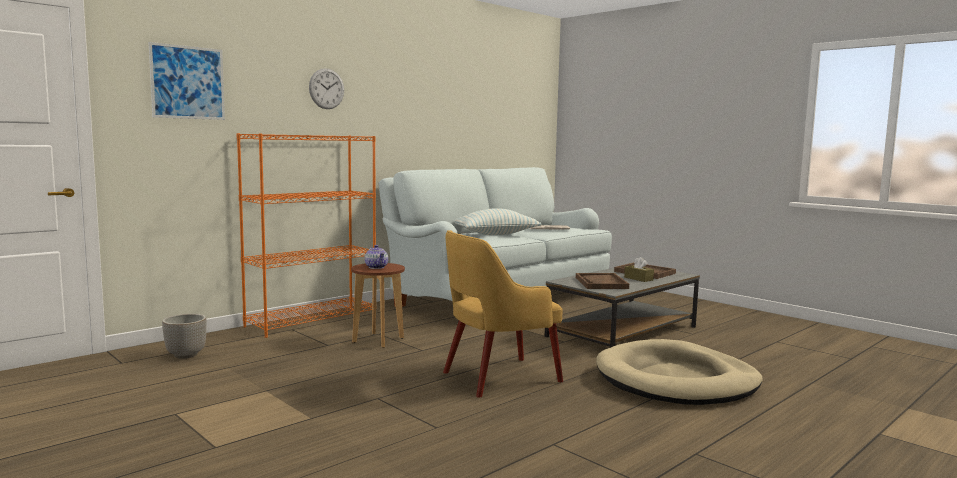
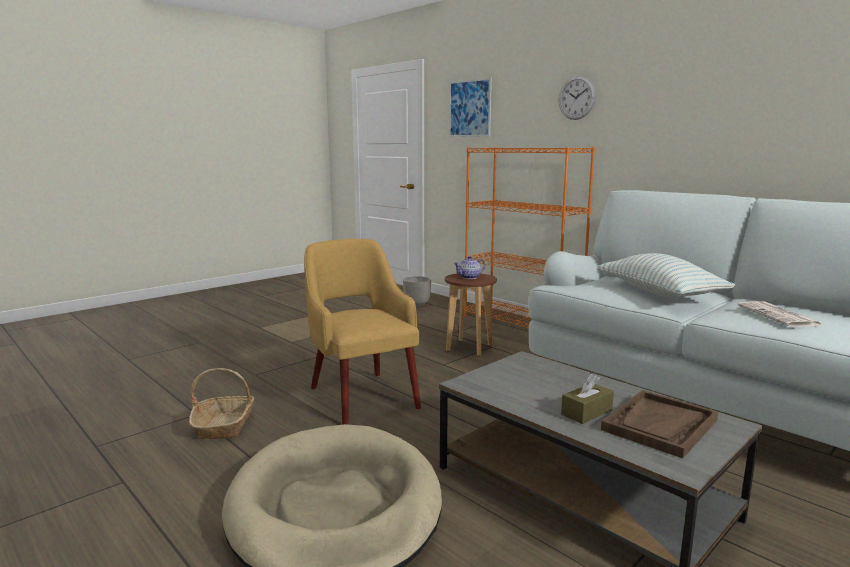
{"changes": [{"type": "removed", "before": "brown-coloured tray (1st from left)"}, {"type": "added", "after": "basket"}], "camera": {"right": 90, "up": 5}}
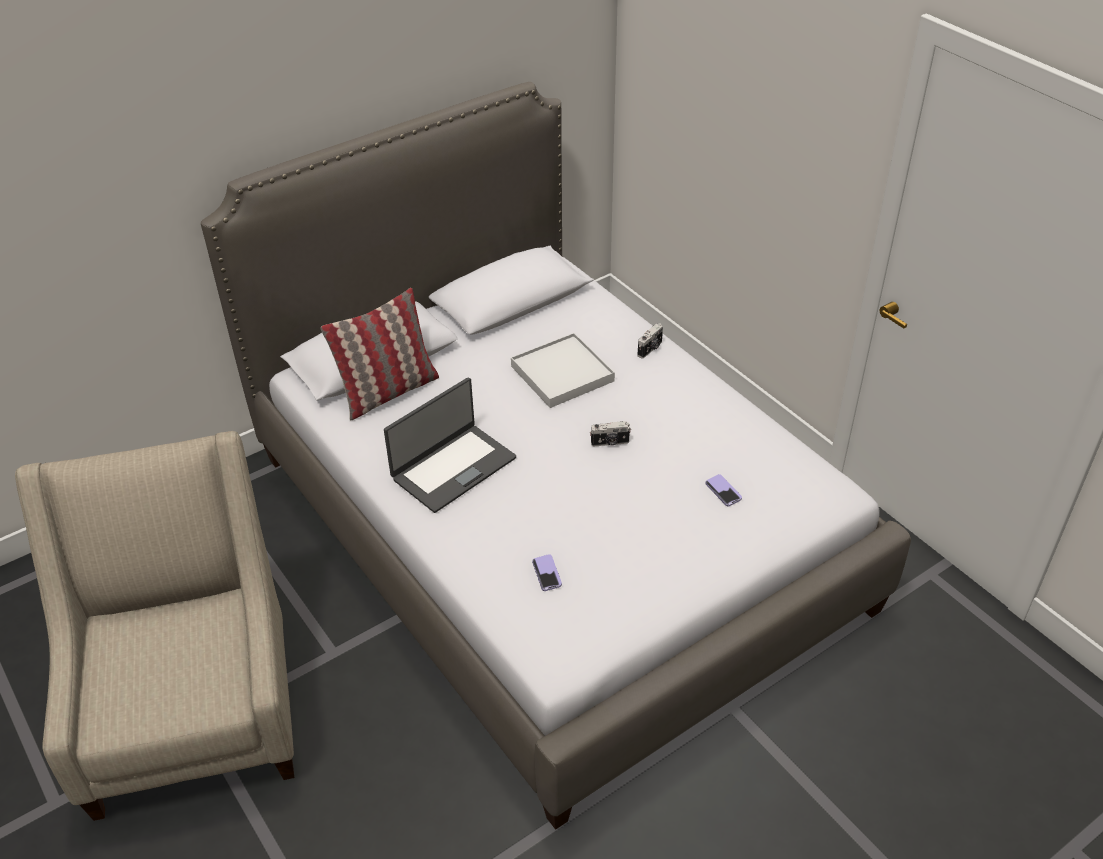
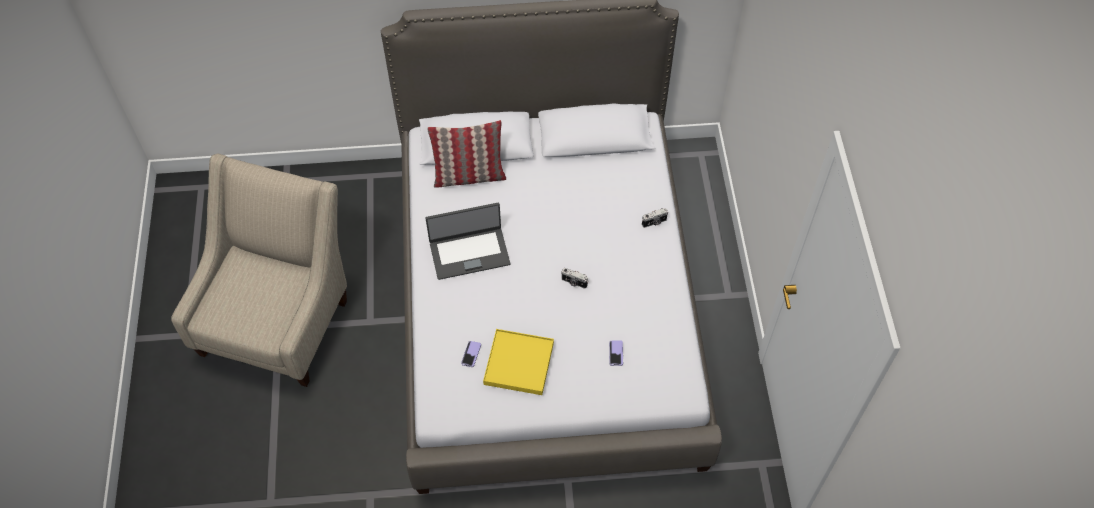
{"changes": [{"type": "removed", "before": "white-coloured tray"}, {"type": "added", "after": "yellow tray"}], "camera": {"right": 30, "up": 15}}
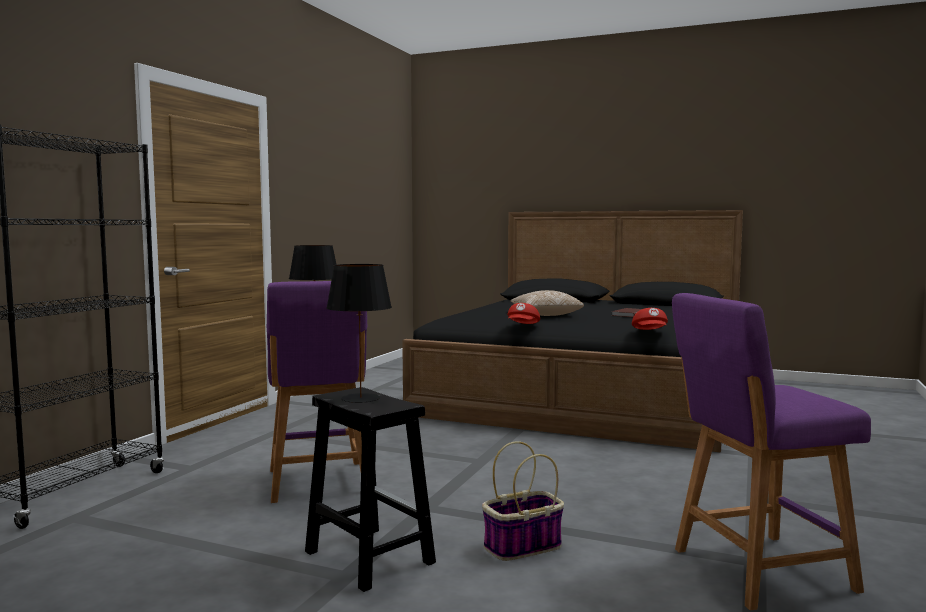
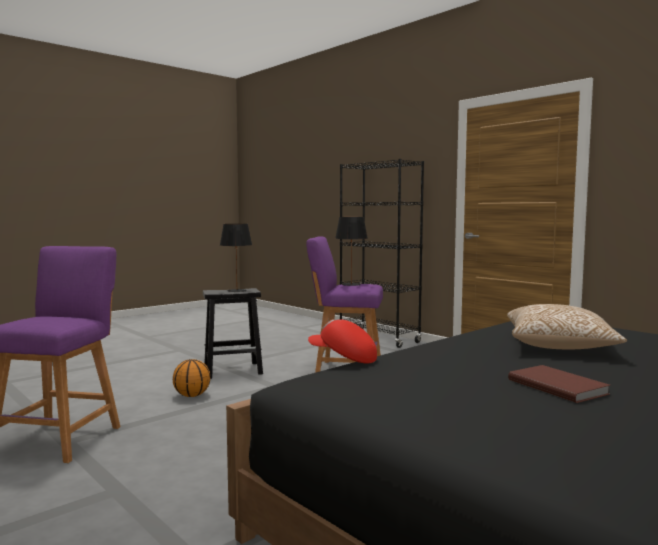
{"changes": [{"type": "removed", "before": "red cap (1st from left)"}, {"type": "replaced", "before": "basket", "after": "basketball ball"}], "camera": {"right": 115, "up": 0}}
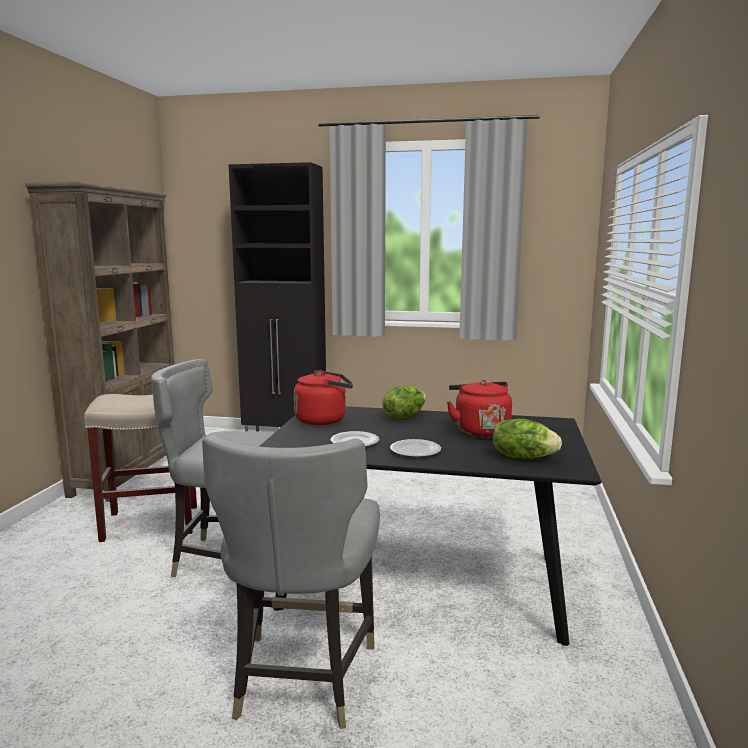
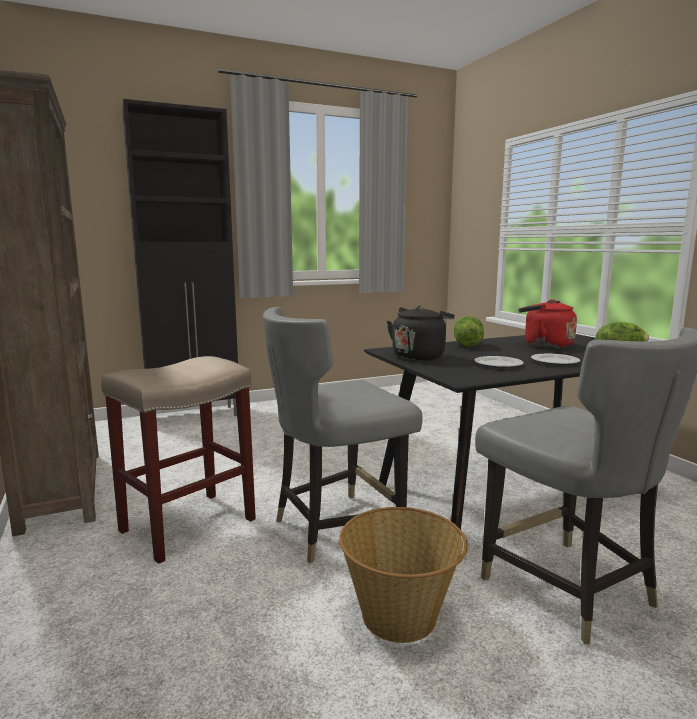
{"changes": [{"type": "recoloured", "before": "red tea kettle (1st from left)", "after": "blackish tea kettle"}, {"type": "added", "after": "basket"}], "camera": {"right": -35, "up": 0}}
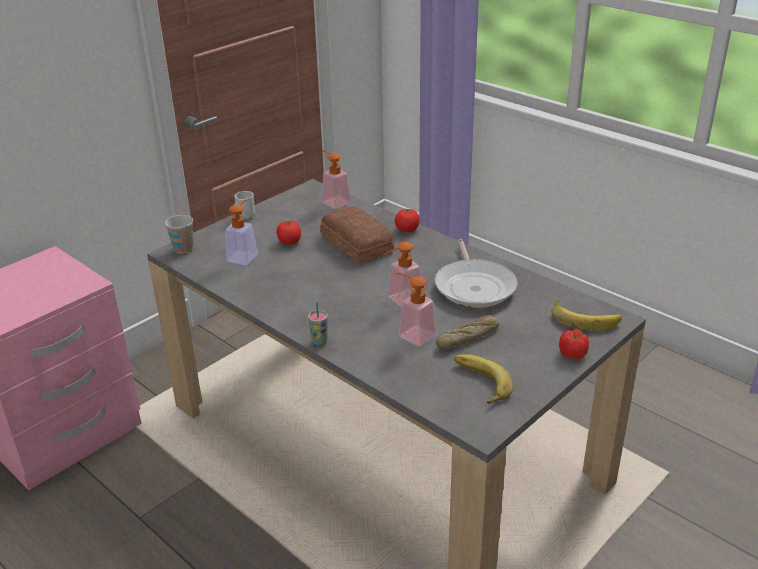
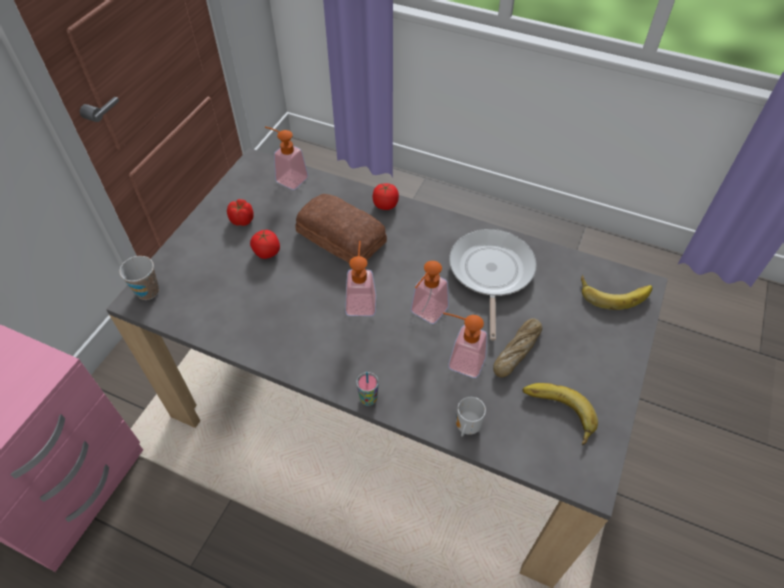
{"changes": [{"type": "moved", "before": "coffee mug"}, {"type": "moved", "before": "liquid soap bottle (1st from left in the first image)", "after": "liquid soap bottle (2nd from left)"}, {"type": "turned", "before": "skillet", "turn": -150}, {"type": "moved", "before": "fresh tomato (3rd from left in the first image)", "after": "fresh tomato (1st from left)"}], "camera": {"right": -20, "up": 20}}
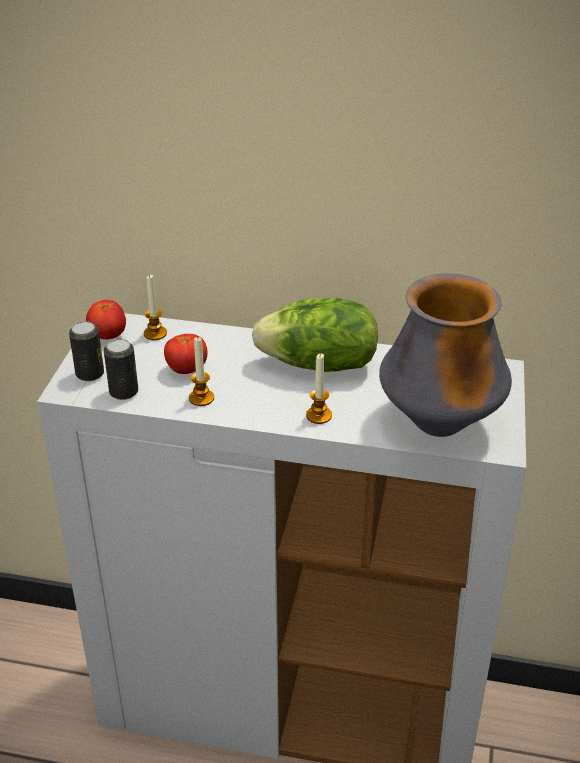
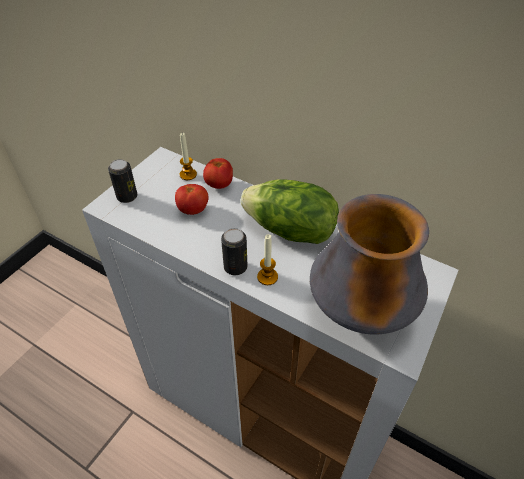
{"changes": [{"type": "moved", "before": "fresh tomato (1st from left in the first image)", "after": "fresh tomato (2nd from left)"}, {"type": "removed", "before": "wax light (2nd from left)"}, {"type": "moved", "before": "metal can (2nd from left)"}], "camera": {"right": 20, "up": 10}}
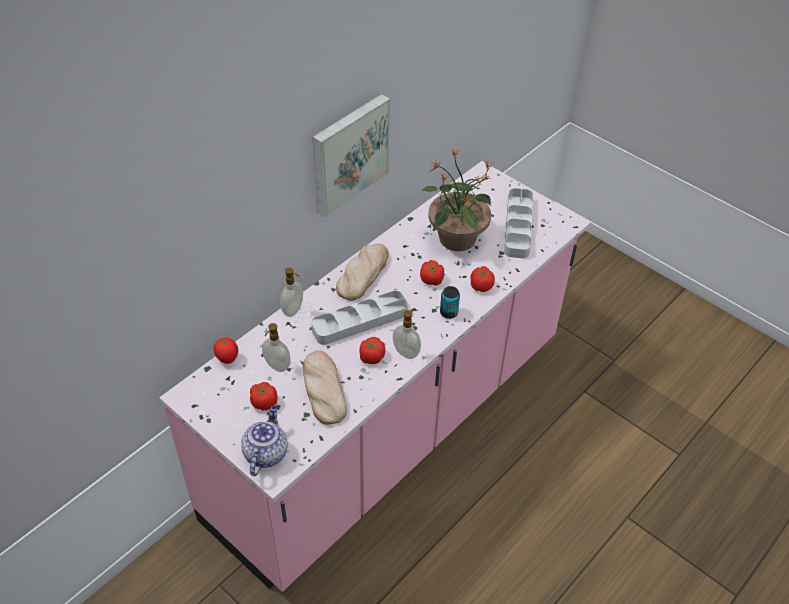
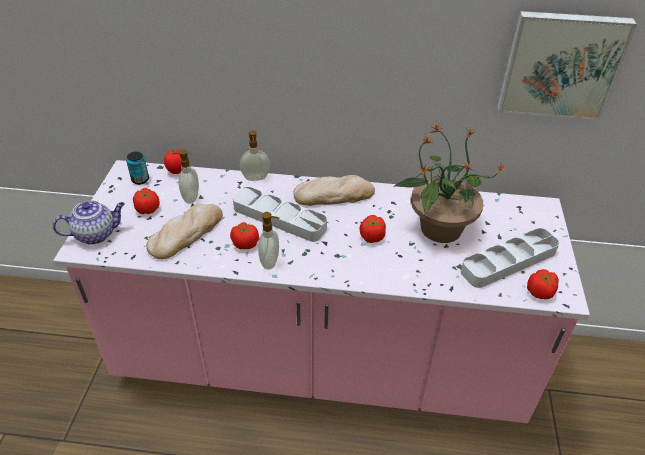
{"changes": [{"type": "moved", "before": "picture"}, {"type": "moved", "before": "fresh tomato (5th from left)"}, {"type": "moved", "before": "metal can"}], "camera": {"right": 55, "up": -5}}
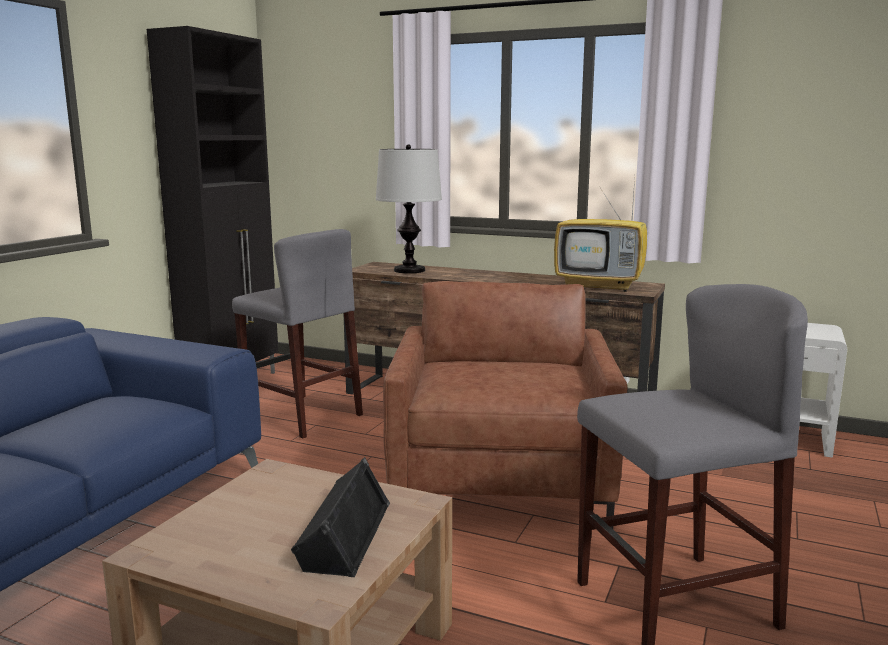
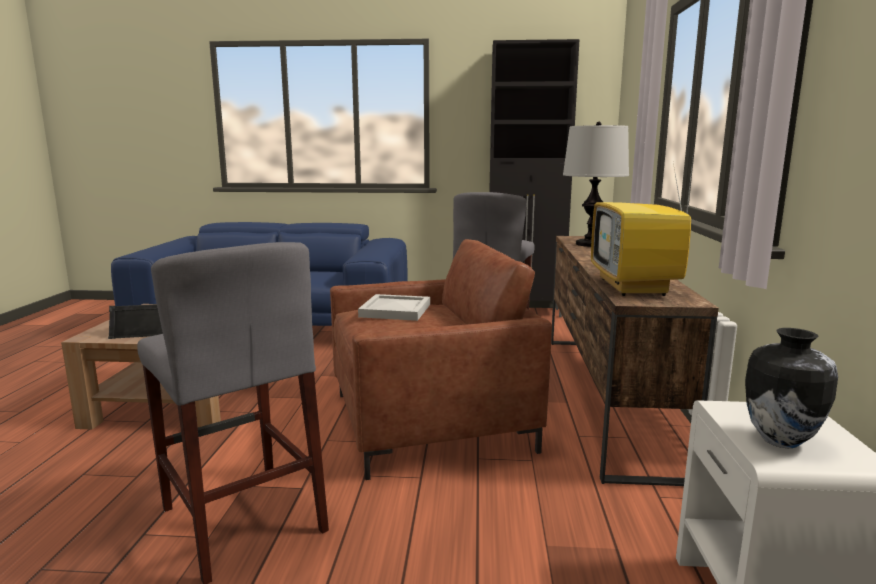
{"changes": [{"type": "added", "after": "white-coloured tray"}, {"type": "added", "after": "flower vase"}], "camera": {"right": 70, "up": 0}}
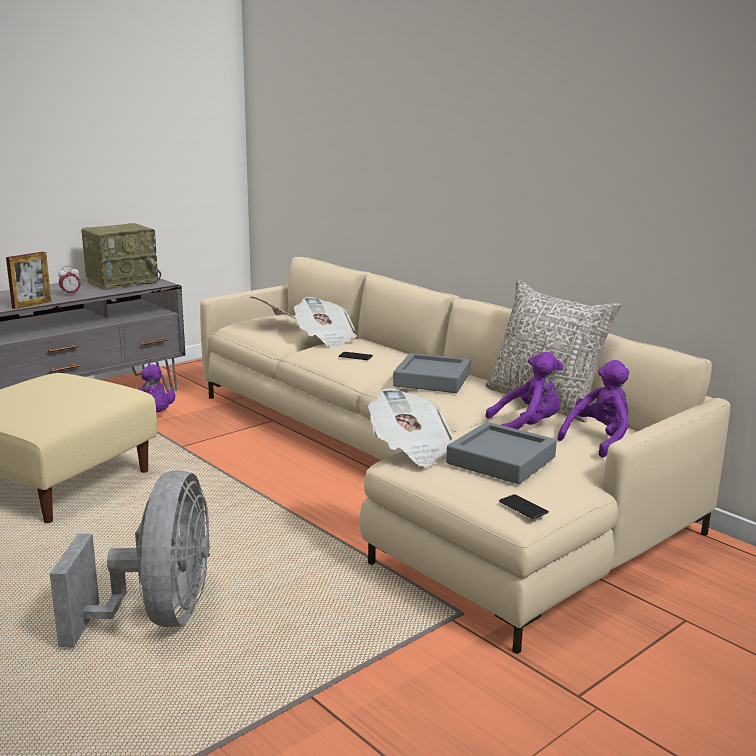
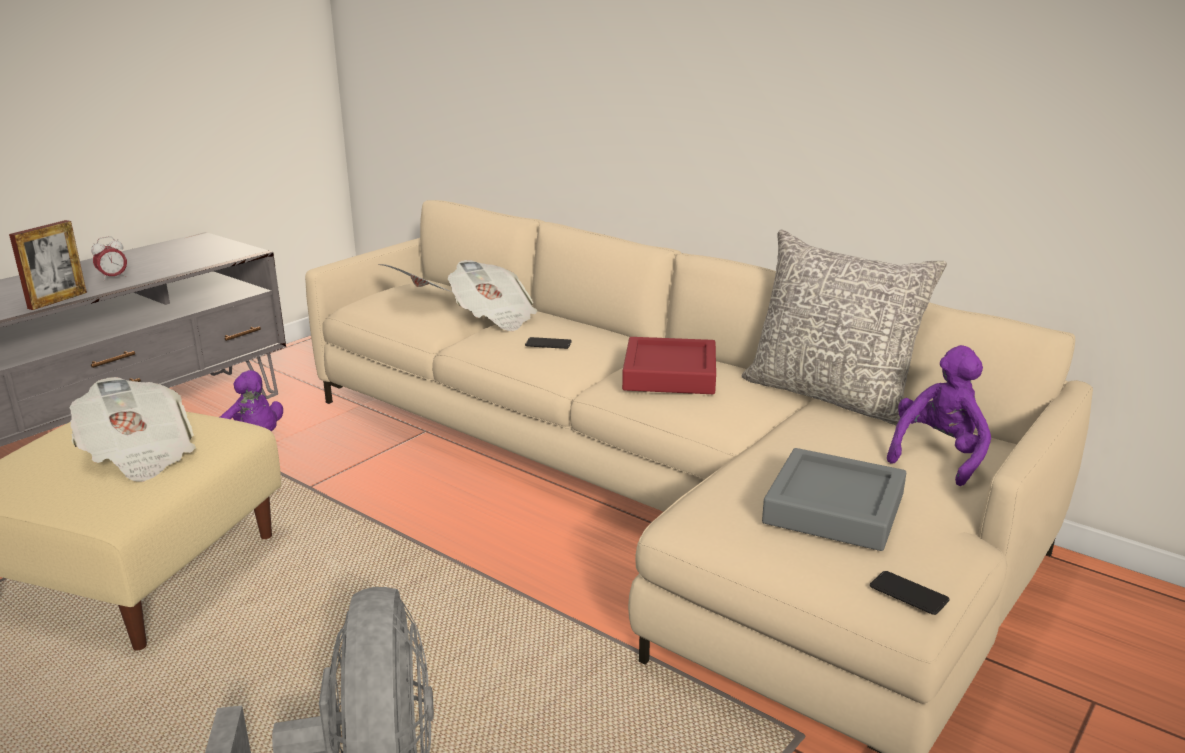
{"changes": [{"type": "removed", "before": "radio"}, {"type": "removed", "before": "purple-coloured plush toy (2nd from left)"}, {"type": "recoloured", "before": "gray tray (1st from left)", "after": "red tray"}, {"type": "moved", "before": "newspaper (3rd from left in the first image)", "after": "newspaper (1st from left)"}], "camera": {"right": -10, "up": 5}}
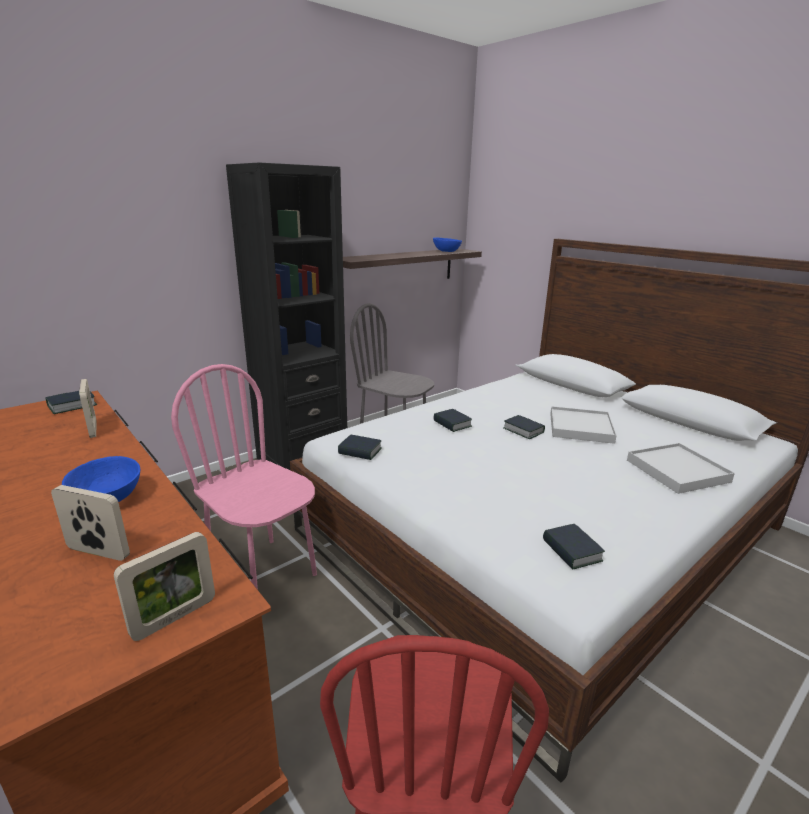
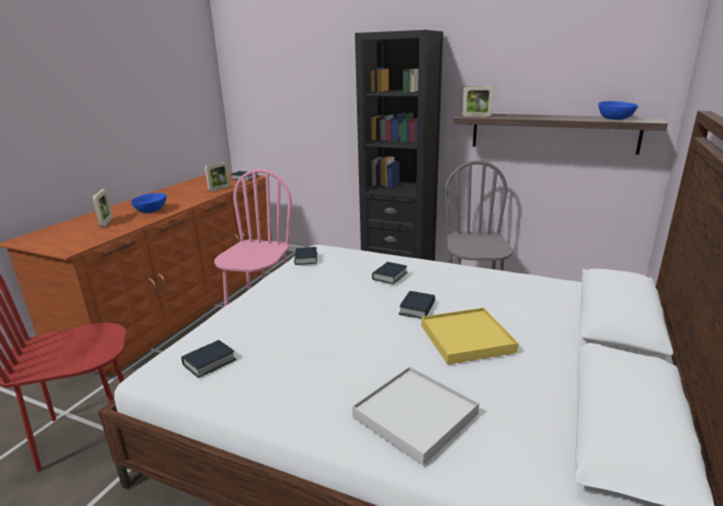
{"changes": [{"type": "recoloured", "before": "white-coloured tray (1st from left)", "after": "yellow tray"}, {"type": "moved", "before": "standing frame (3rd from left)"}], "camera": {"right": 65, "up": 0}}
